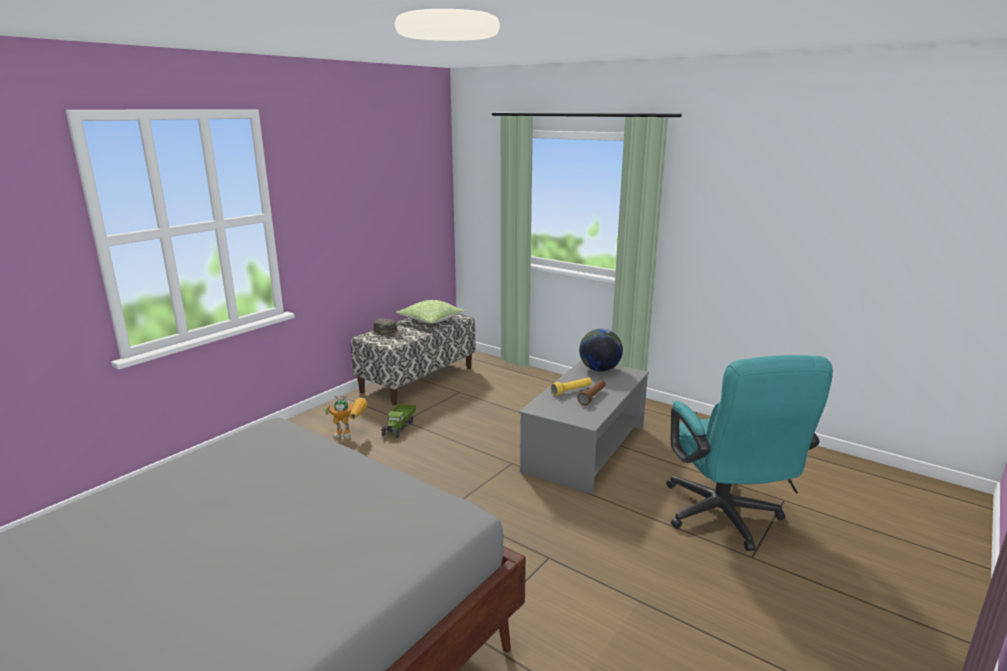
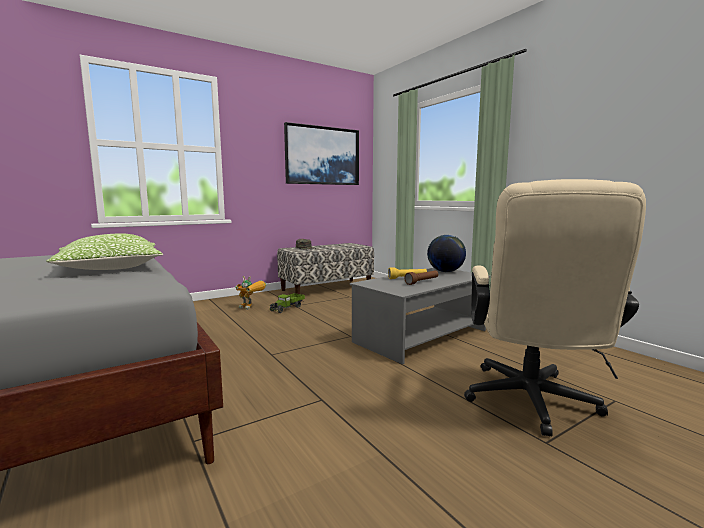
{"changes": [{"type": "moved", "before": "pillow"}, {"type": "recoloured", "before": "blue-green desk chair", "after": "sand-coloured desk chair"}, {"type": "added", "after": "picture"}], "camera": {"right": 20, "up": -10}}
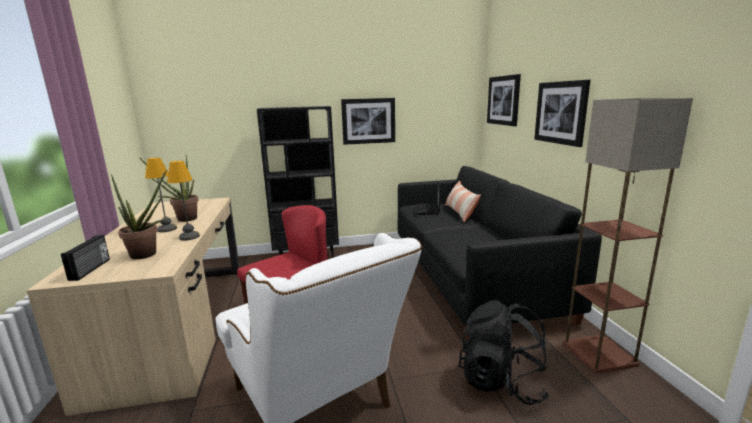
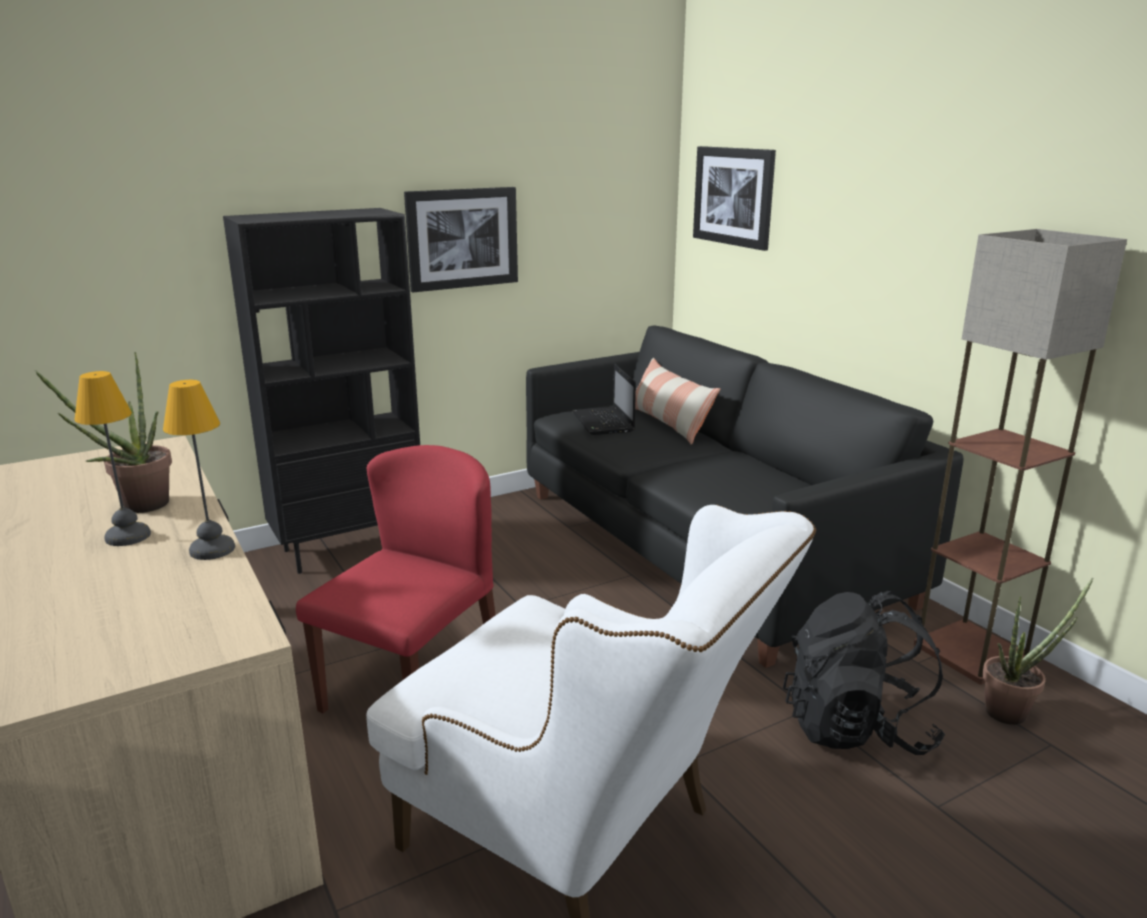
{"changes": [{"type": "removed", "before": "picture (3rd from left)"}, {"type": "moved", "before": "potted plant (1st from left in the first image)", "after": "potted plant (2nd from left)"}, {"type": "removed", "before": "radio"}], "camera": {"right": -20, "up": 5}}
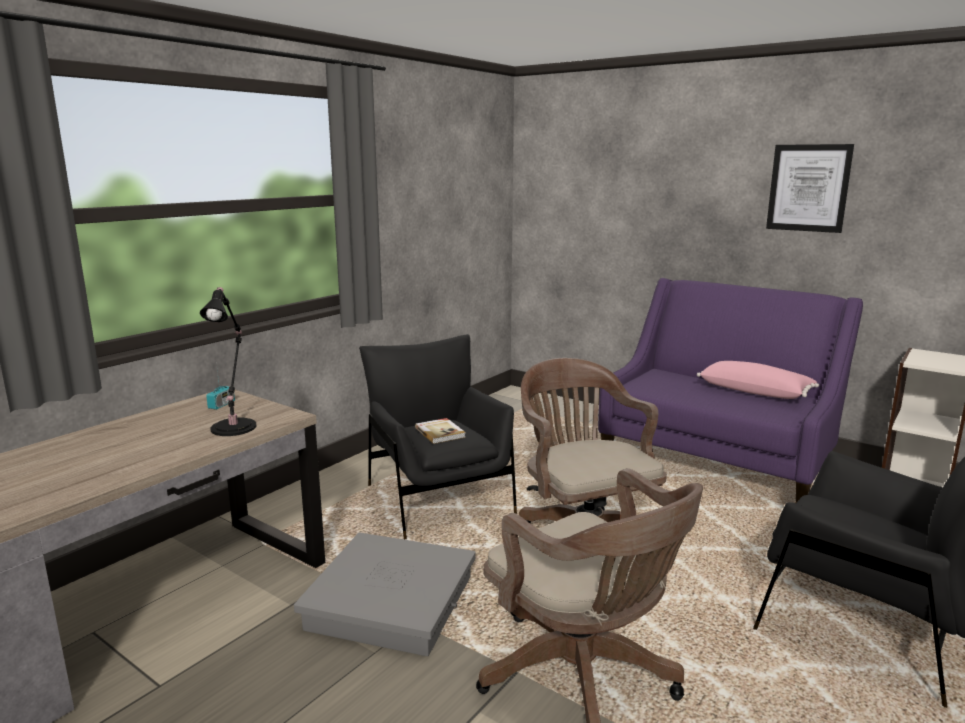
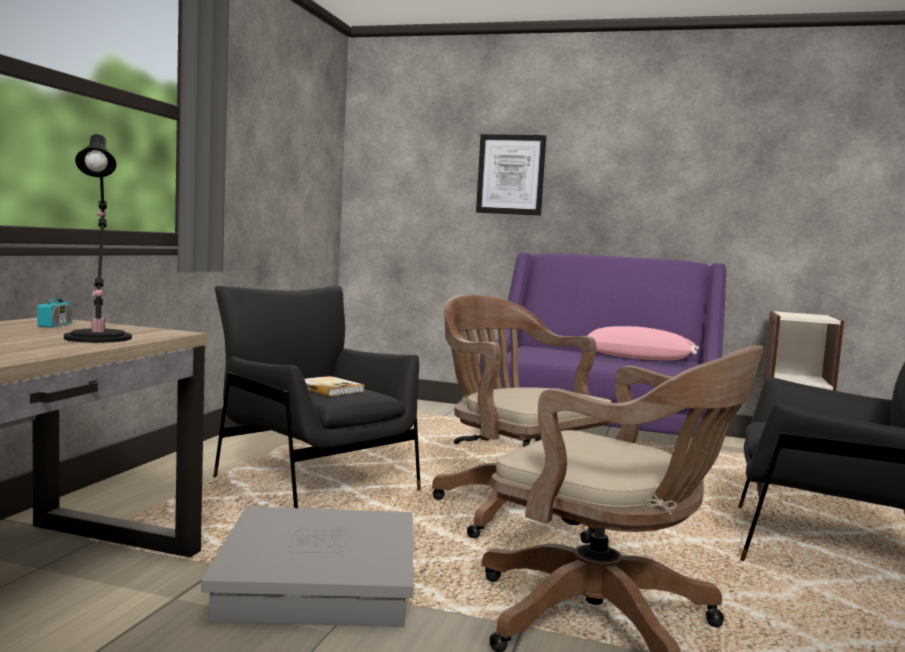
{"changes": [{"type": "moved", "before": "picture"}], "camera": {"right": -20, "up": -10}}
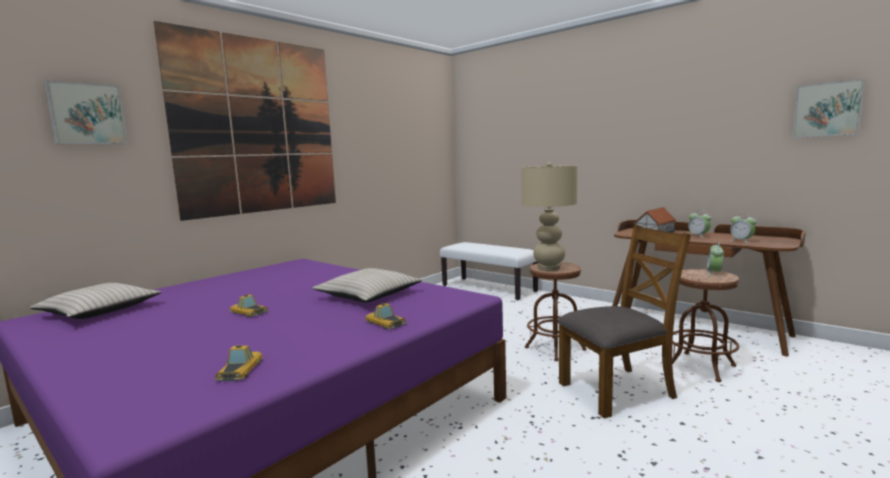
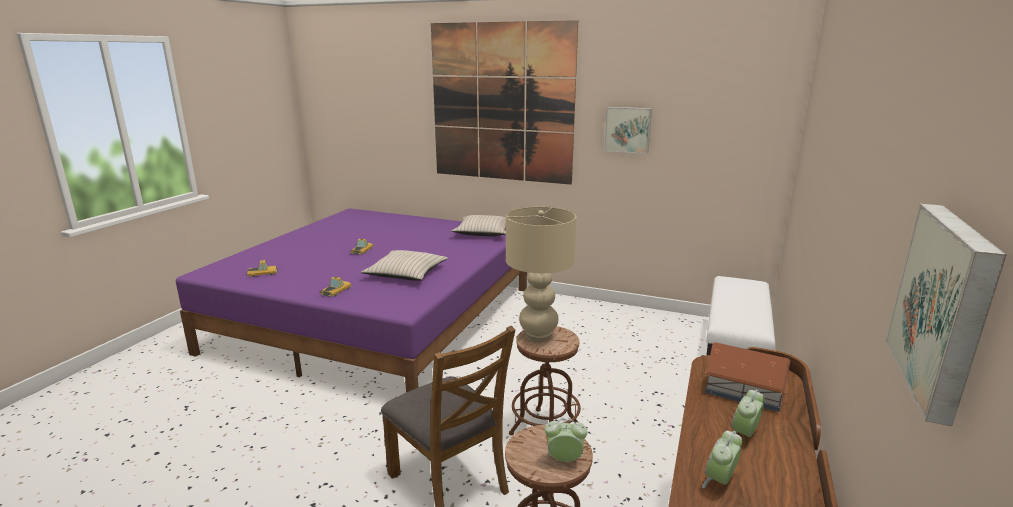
{"changes": [{"type": "moved", "before": "picture (1st from left in the first image)", "after": "picture (2nd from left)"}, {"type": "moved", "before": "sand-coloured pillow (1st from left in the first image)", "after": "sand-coloured pillow (2nd from left)"}], "camera": {"right": 70, "up": 10}}
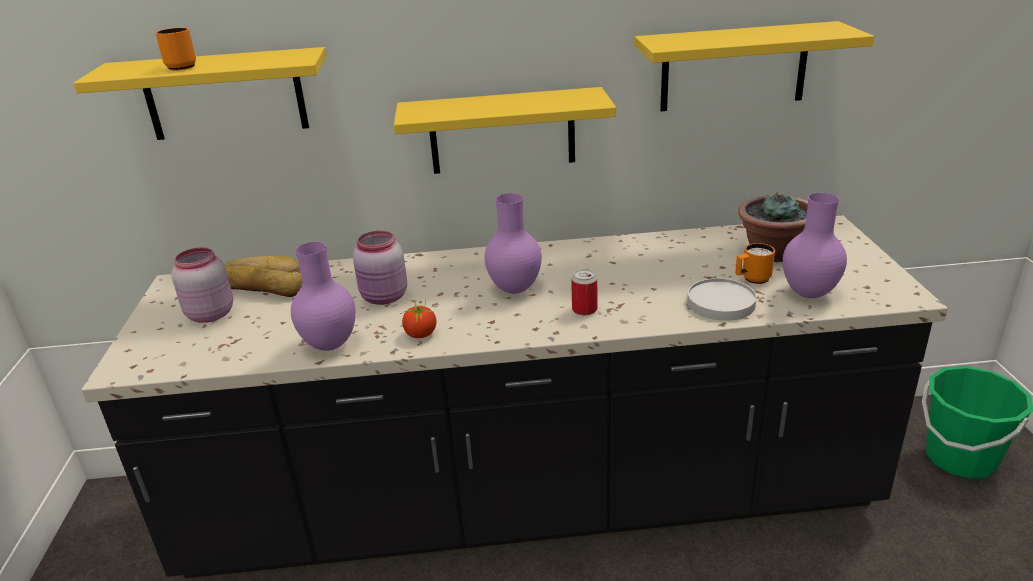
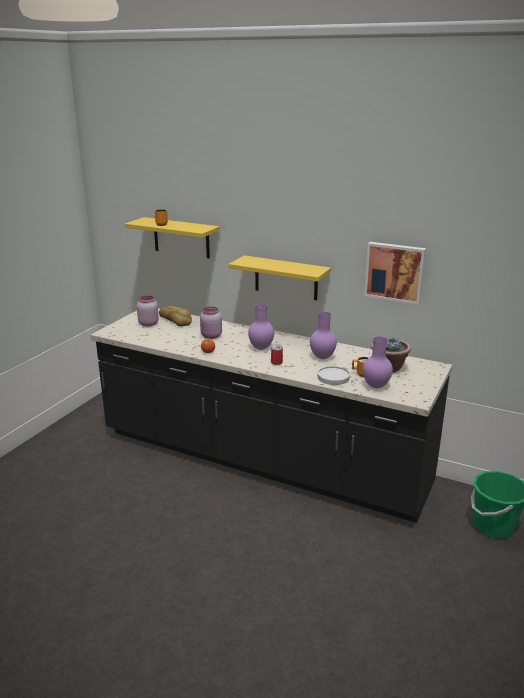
{"changes": [{"type": "replaced", "before": "yellow shelf (3rd from left)", "after": "picture"}, {"type": "moved", "before": "purple-coloured flower vase (1st from left in the first image)", "after": "purple-coloured flower vase (2nd from left)"}], "camera": {"right": 30, "up": -5}}
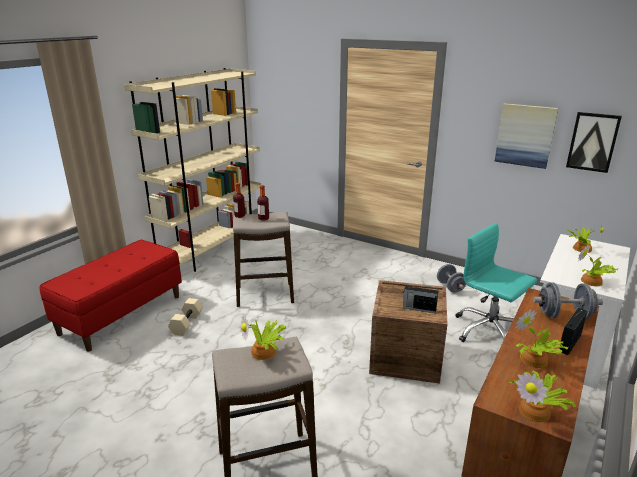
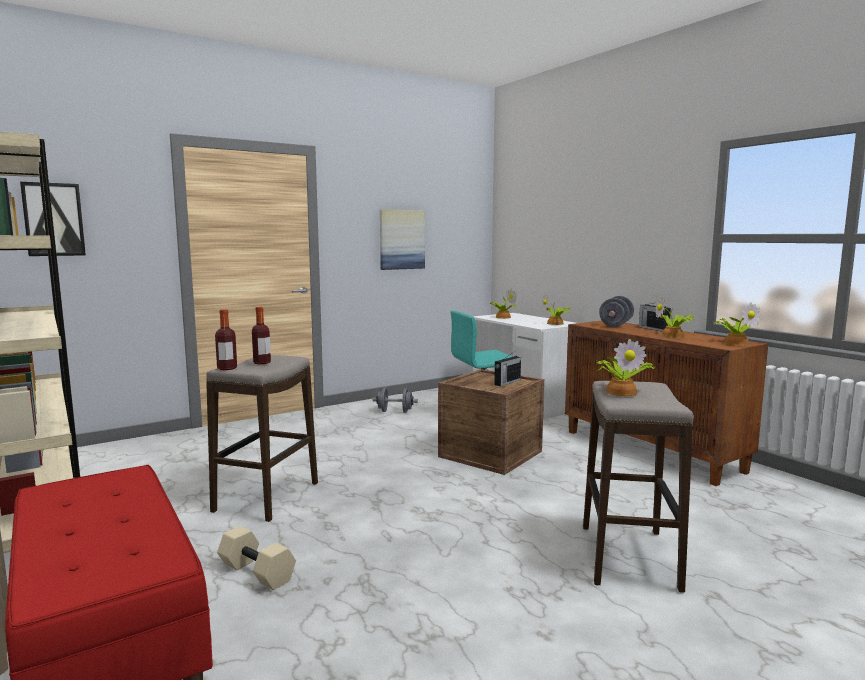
{"changes": [{"type": "moved", "before": "picture (2nd from left in the first image)", "after": "picture (1st from left)"}], "camera": {"right": -65, "up": -15}}
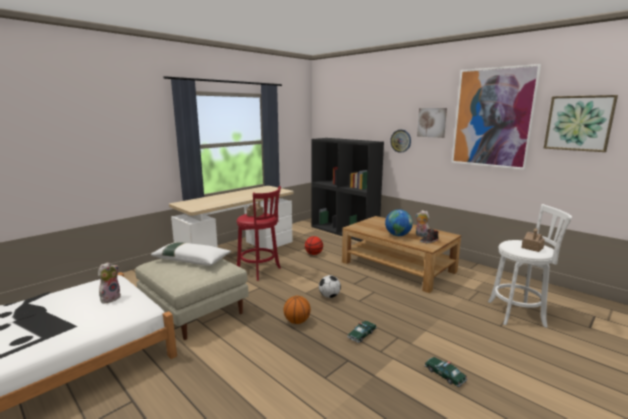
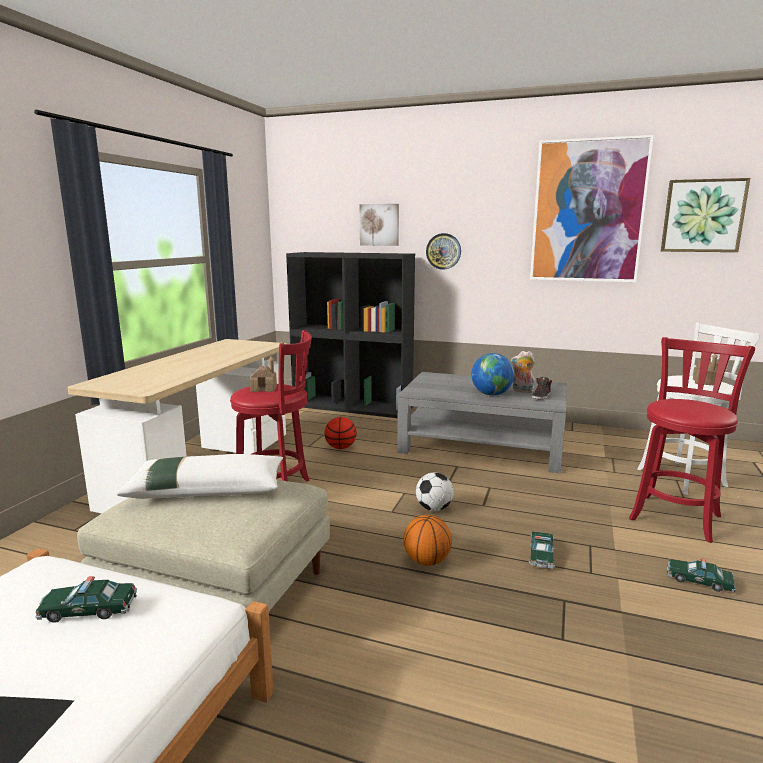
{"changes": [{"type": "moved", "before": "picture (1st from left)"}, {"type": "recoloured", "before": "brown-coloured low table", "after": "gray low table"}, {"type": "replaced", "before": "plush toy (1st from left)", "after": "miniature car (1st from left)"}, {"type": "added", "after": "red stool seat (2nd from left)"}], "camera": {"right": -25, "up": 0}}
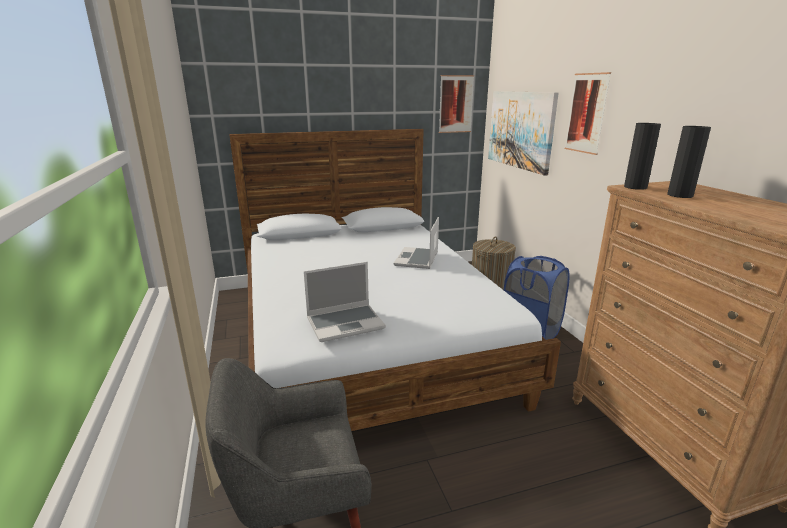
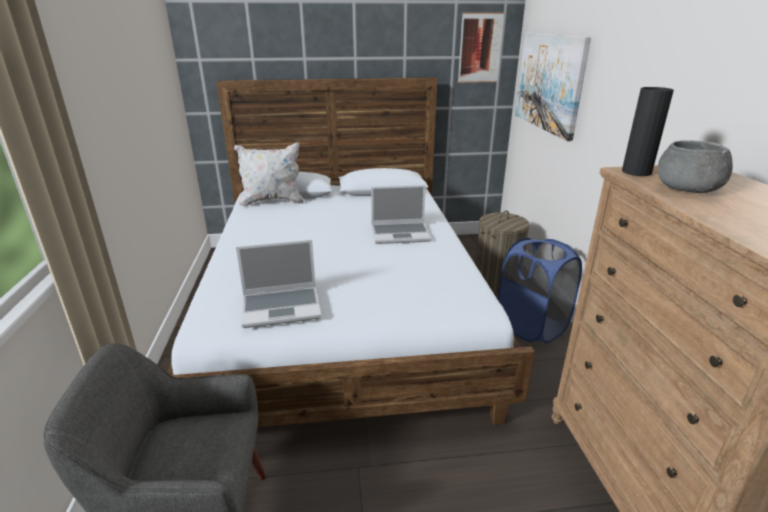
{"changes": [{"type": "removed", "before": "picture (3rd from left)"}, {"type": "replaced", "before": "blackish flower vase (2nd from left)", "after": "gray serving bowl"}, {"type": "turned", "before": "notebook computer (2nd from left)", "turn": -120}, {"type": "added", "after": "white-coloured pillow"}], "camera": {"right": 10, "up": 5}}
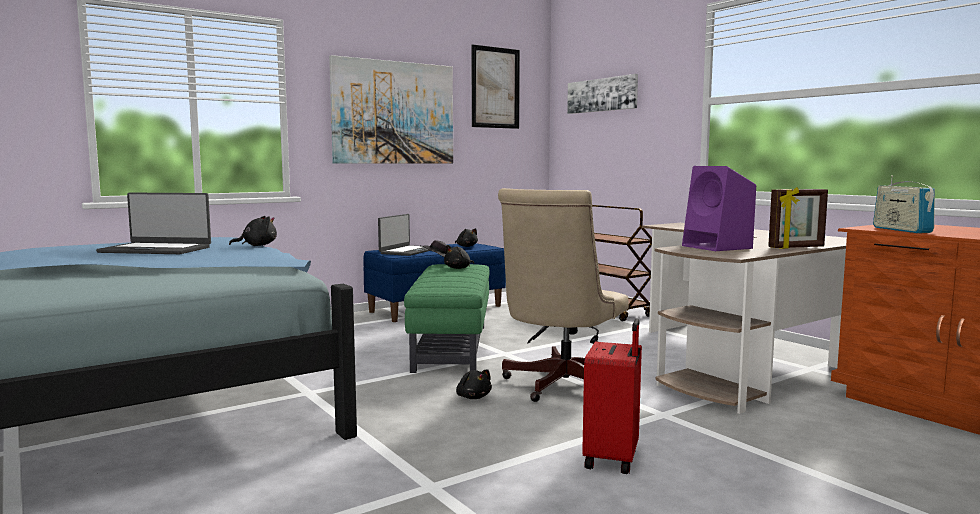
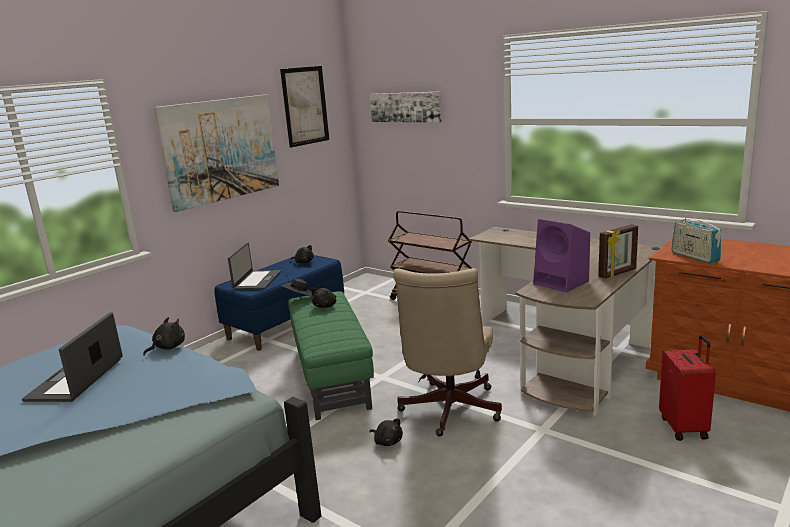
{"changes": [{"type": "turned", "before": "notebook computer (1st from left)", "turn": 105}, {"type": "moved", "before": "red piece of luggage"}], "camera": {"right": -15, "up": 10}}
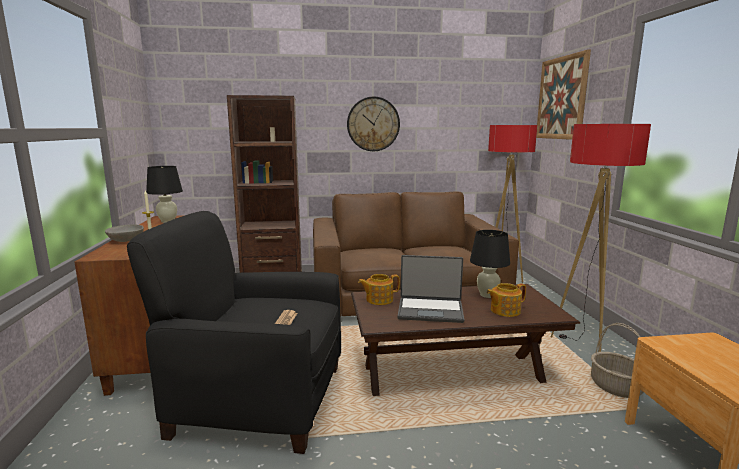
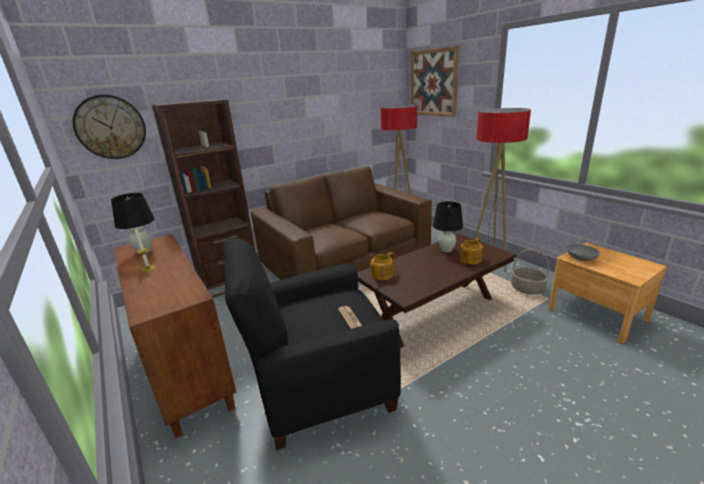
{"changes": [{"type": "moved", "before": "clock on the wall"}, {"type": "moved", "before": "gray serving bowl"}, {"type": "removed", "before": "notebook computer"}], "camera": {"right": -25, "up": 10}}
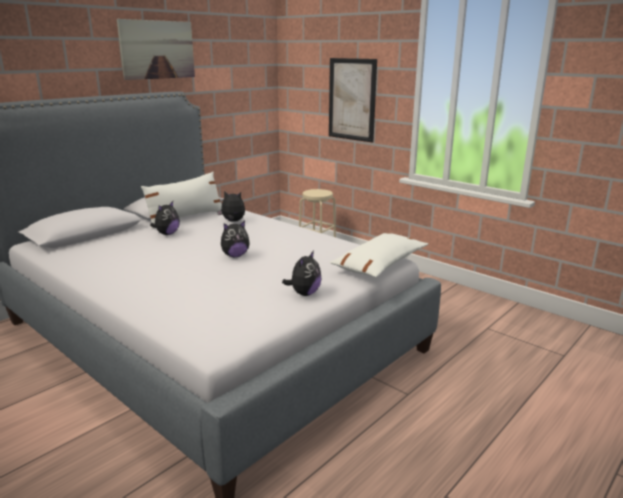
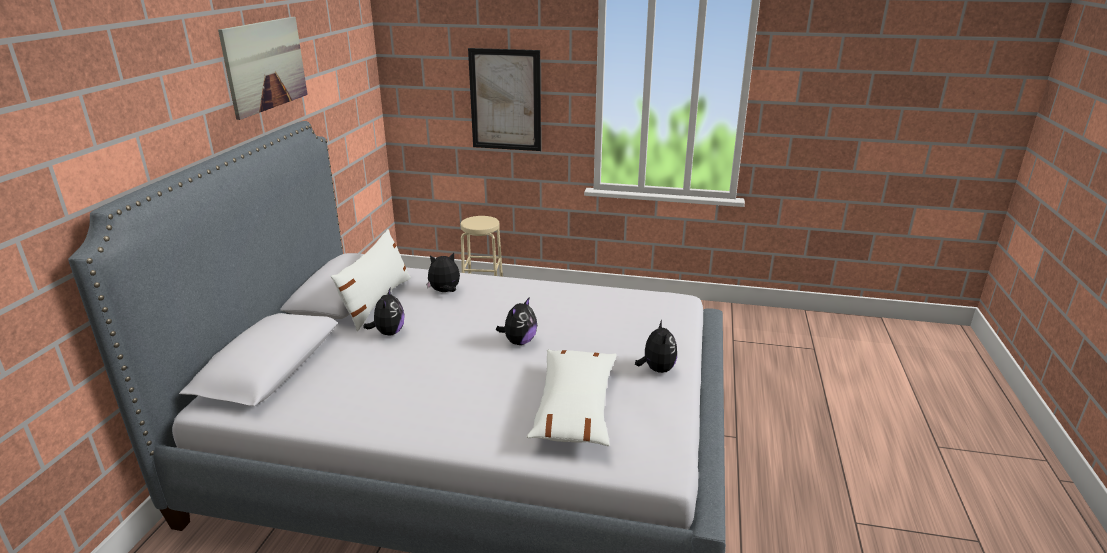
{"changes": [{"type": "moved", "before": "white-coloured pillow (2nd from left)"}], "camera": {"right": -30, "up": 5}}
